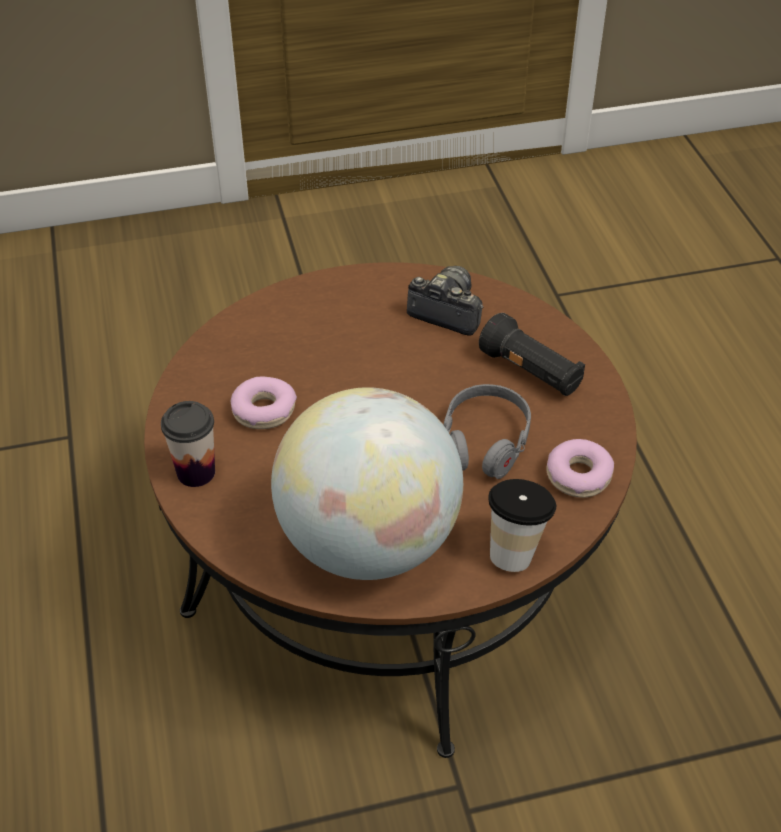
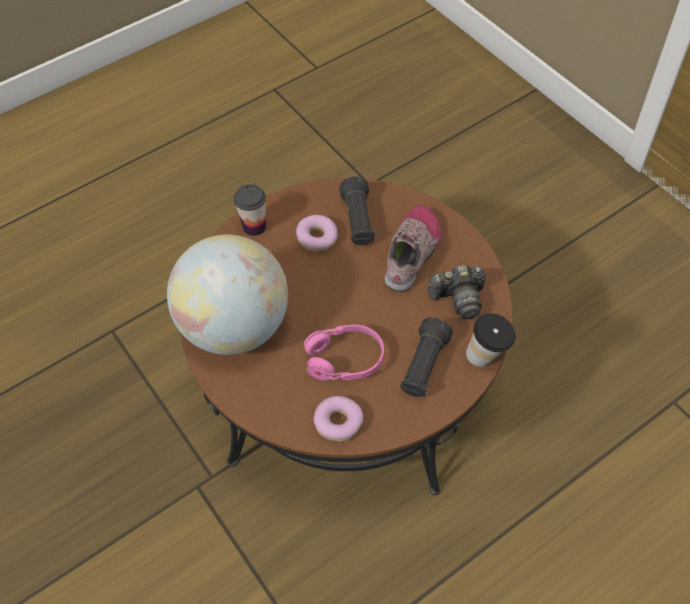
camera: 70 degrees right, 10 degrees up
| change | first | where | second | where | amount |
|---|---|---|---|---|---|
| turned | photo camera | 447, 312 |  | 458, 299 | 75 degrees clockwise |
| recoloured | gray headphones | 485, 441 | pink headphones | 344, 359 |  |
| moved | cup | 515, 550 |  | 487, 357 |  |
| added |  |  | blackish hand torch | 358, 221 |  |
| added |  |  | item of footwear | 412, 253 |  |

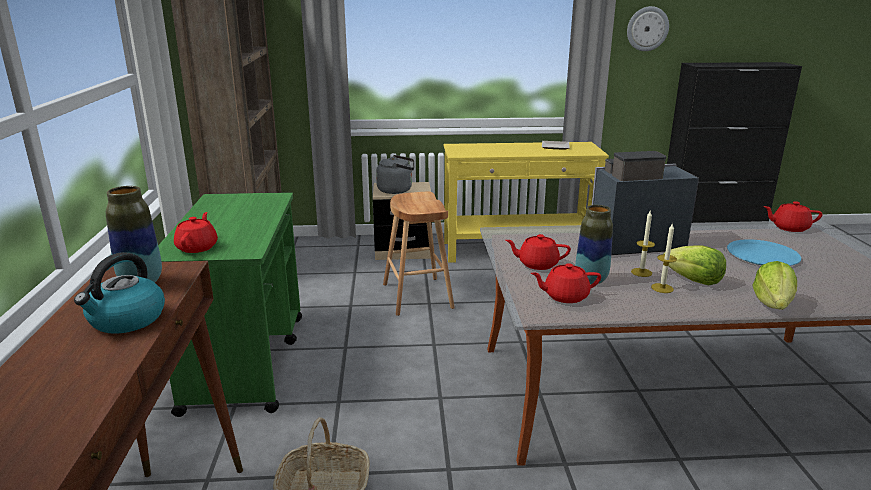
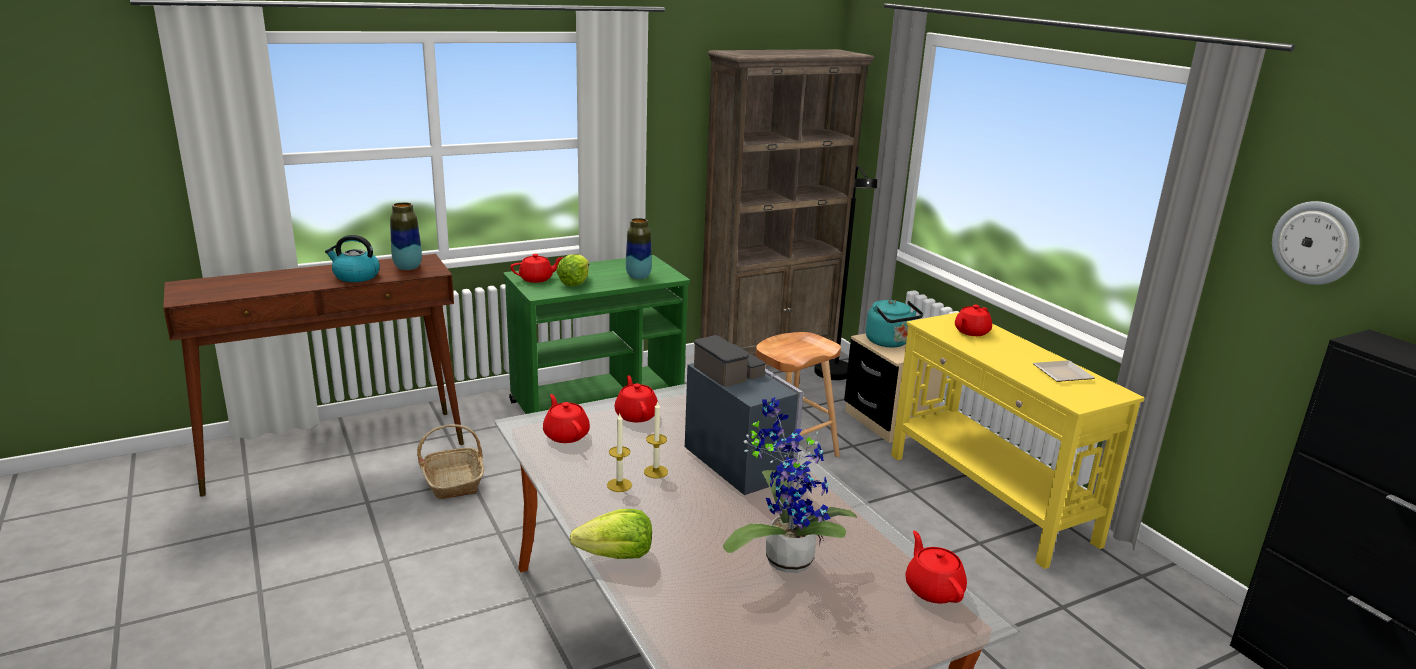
camera: 65 degrees right, 0 degrees up
| change | first | where | second | where | amount |
|---|---|---|---|---|---|
| recoloured | gray tea kettle | 397, 190 | blue-green tea kettle | 890, 342 |  |
| moved | decorative vase | 591, 280 |  | 638, 277 |  |
| replaced | bluish dinner plate | 762, 255 | plant in a pot | 784, 557 |  |
| moved | lettuce | 693, 280 |  | 574, 282 |  |
| added |  |  | blackish floor lamp | 836, 377 |  |
| added |  |  | reddish tea pot | 971, 332 |  |

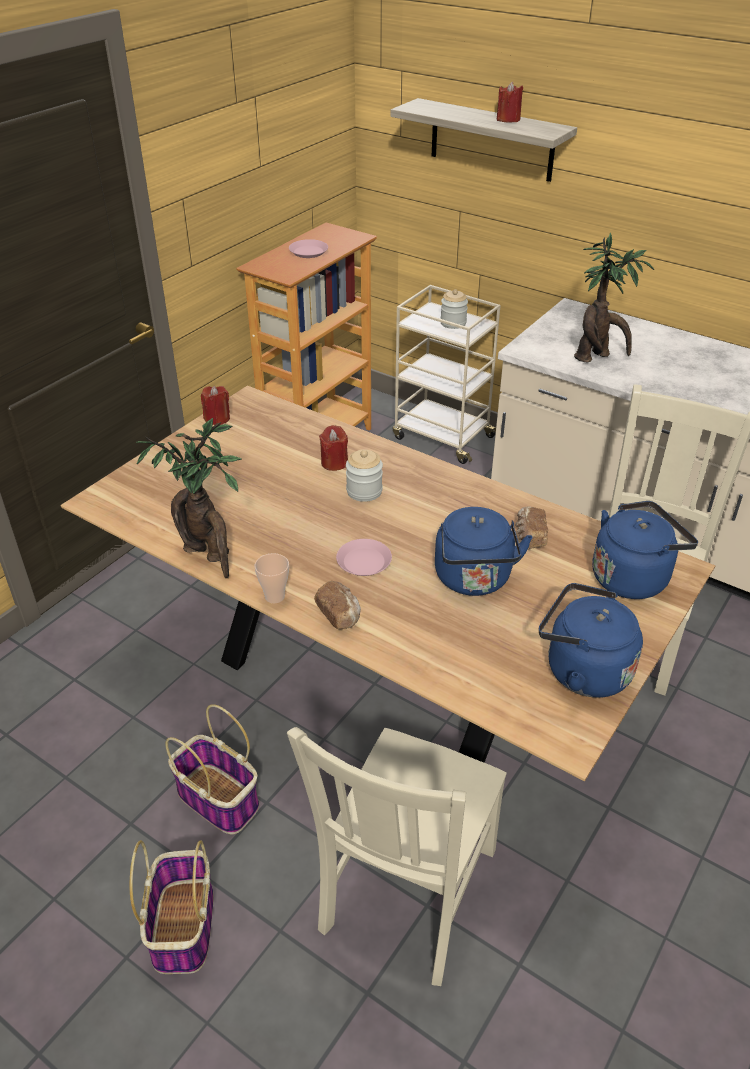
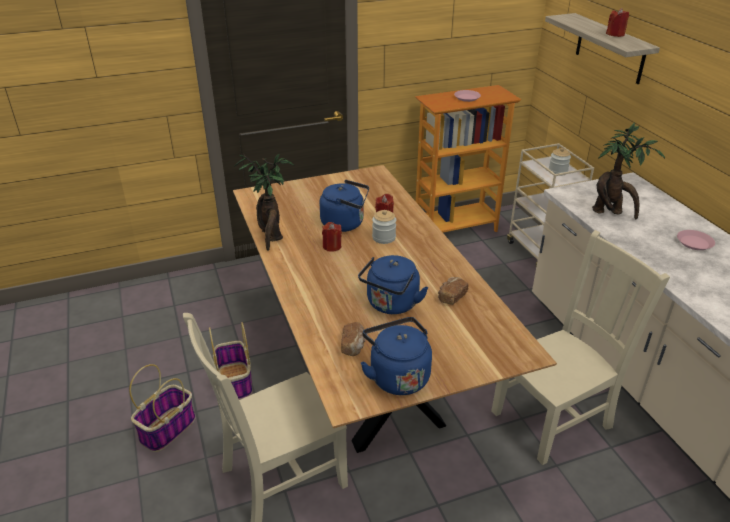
camera: 35 degrees right, 5 degrees down
| change | first | where | second | where | amount |
|---|---|---|---|---|---|
| moved | reddish candle | 217, 418 |  | 332, 246 |  |
| moved | bluish tea kettle | 632, 577 |  | 345, 223 |  |
| moved | pink dinner plate | 364, 562 |  | 694, 243 |  |
| removed | cup | 274, 597 |  |  |  |
| moved | baked bread | 339, 614 |  | 353, 345 |  |

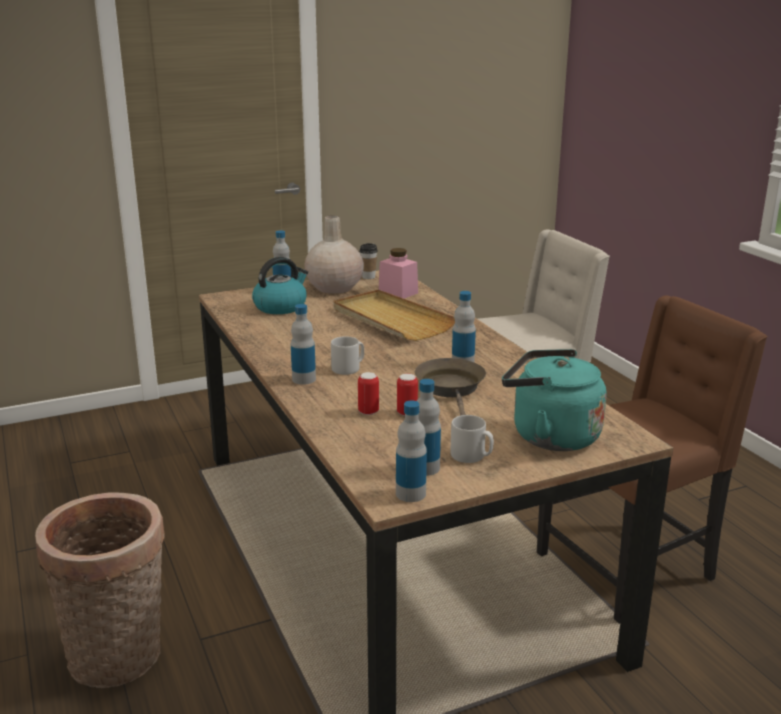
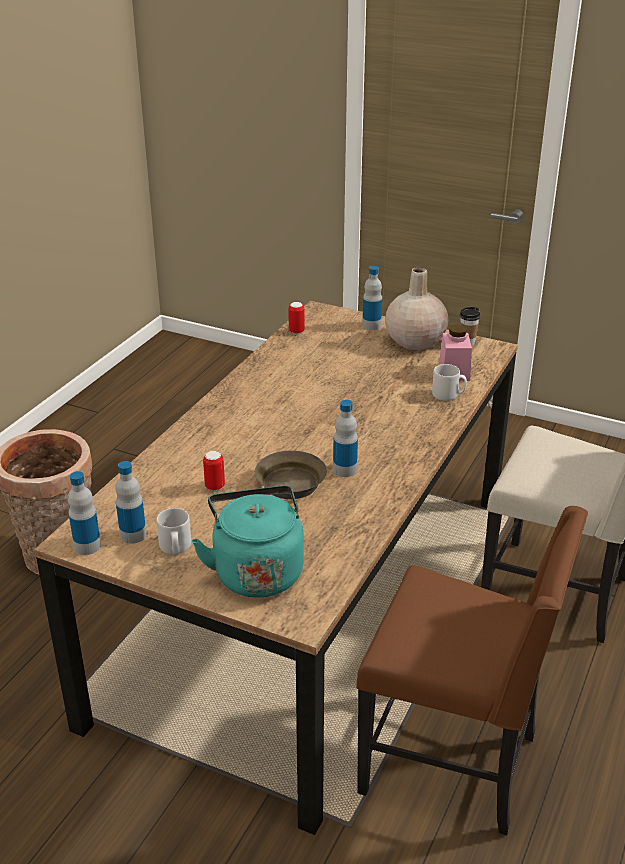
camera: 50 degrees right, 10 degrees up
| change | first | where | second | where | amount |
|---|---|---|---|---|---|
| removed | tea kettle | 281, 306 |  |  |  |
| removed | beige tray | 391, 319 |  |  |  |
| removed | bottle | 304, 379 |  |  |  |
| moved | gray tea mug | 348, 368 |  | 448, 395 |  |
| moved | sealed can | 368, 412 |  | 296, 331 |  |

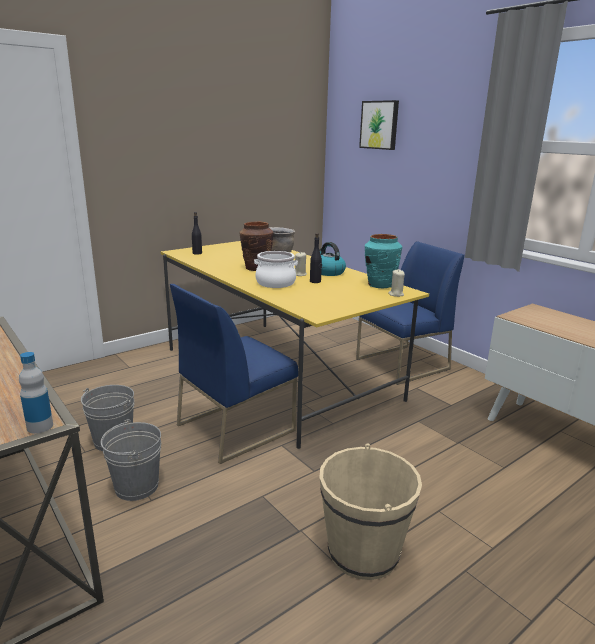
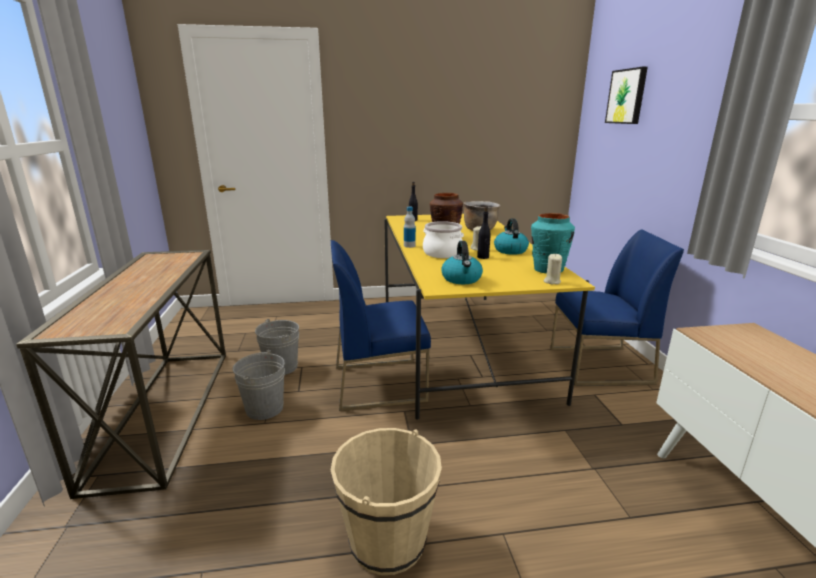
camera: 30 degrees right, 0 degrees up
| change | first | where | second | where | amount |
|---|---|---|---|---|---|
| moved | bottle | 40, 426 |  | 409, 246 |  |
| added |  |  | tea kettle | 462, 279 |  |

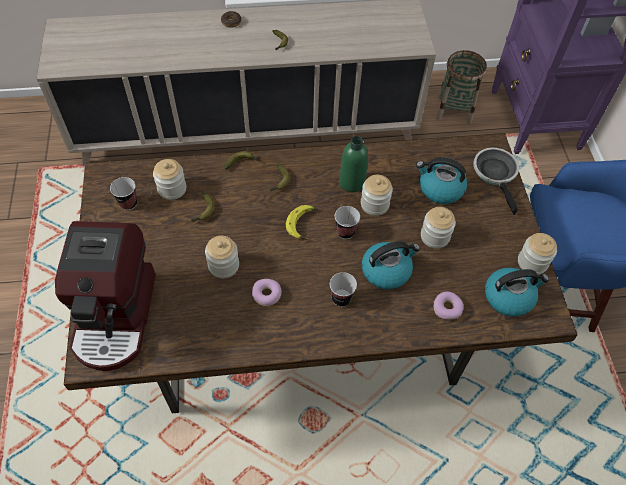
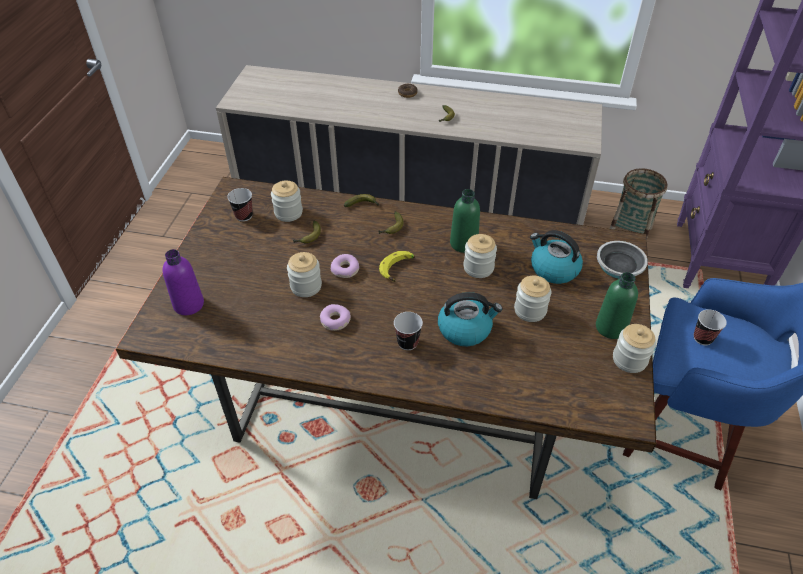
camera: 20 degrees right, 10 degrees down
| change | first | where | second | where | amount |
|---|---|---|---|---|---|
| moved | cup | 345, 232 |  | 702, 338 |  |
| replaced | coffee machine | 116, 316 | purple-coloured bottle | 188, 304 |  |
| removed | tea kettle | 509, 297 |  |  |  |
| moved | ring doughnut | 447, 308 |  | 345, 270 |  |
| added |  |  | green bottle | 611, 327 |  |

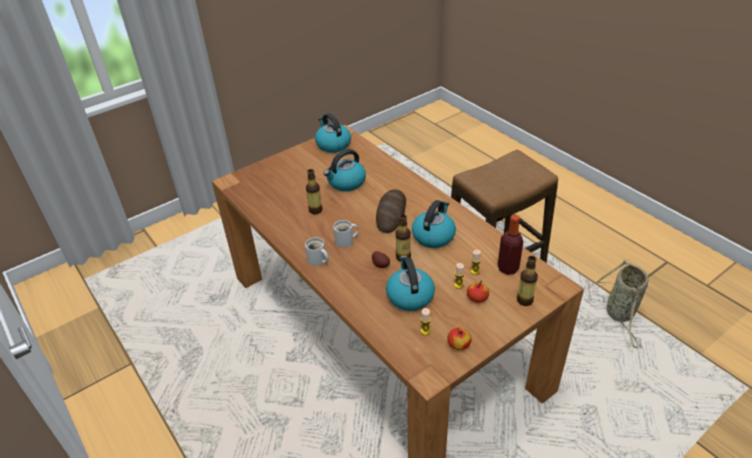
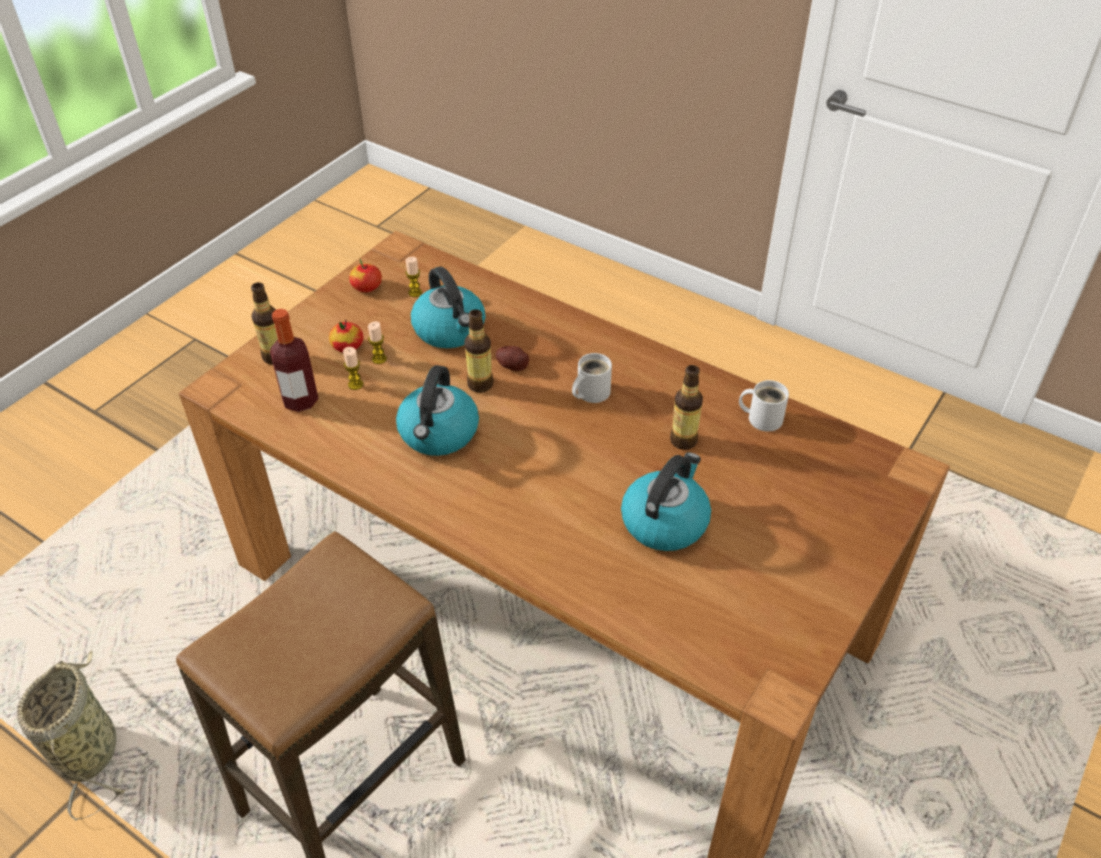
camera: 160 degrees right, 5 degrees up
| change | first | where | second | where | amount |
|---|---|---|---|---|---|
| removed | tea kettle | 333, 144 |  |  |  |
| removed | baked bread | 391, 213 |  |  |  |
| moved | white tea mug | 317, 260 |  | 762, 417 |  |

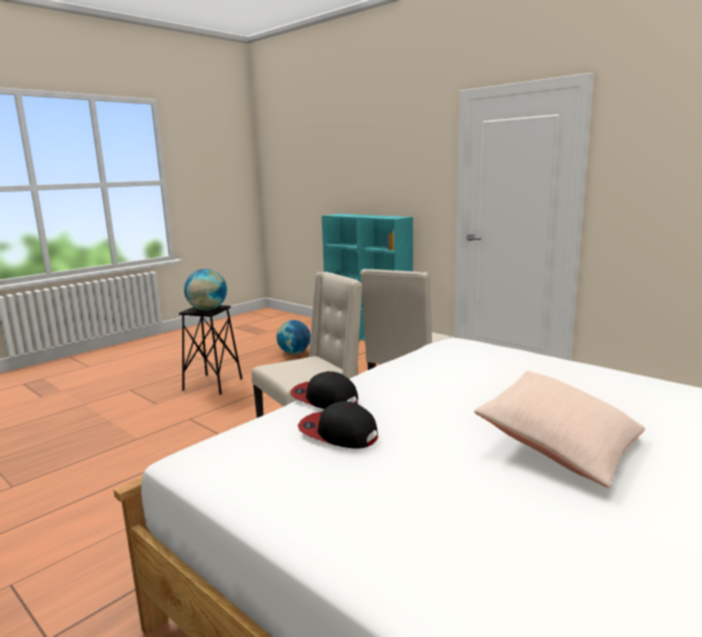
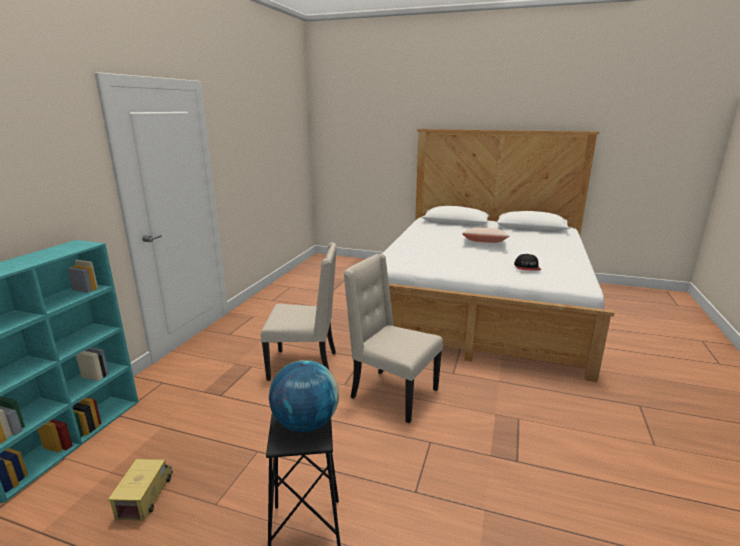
camera: 115 degrees left, 5 degrees up
| change | first | where | second | where | amount |
|---|---|---|---|---|---|
| replaced | globe | 294, 353 | toy truck | 145, 496 |  |
| removed | peaked cap | 324, 399 |  |  |  |

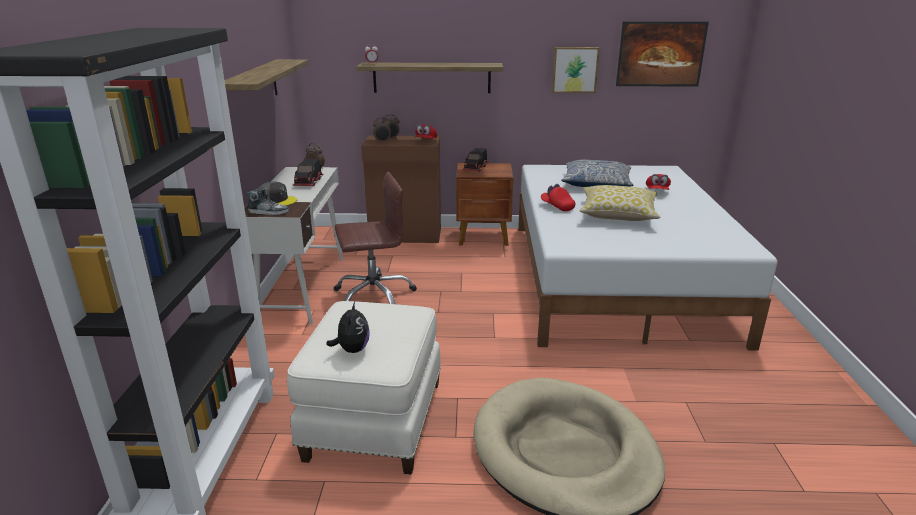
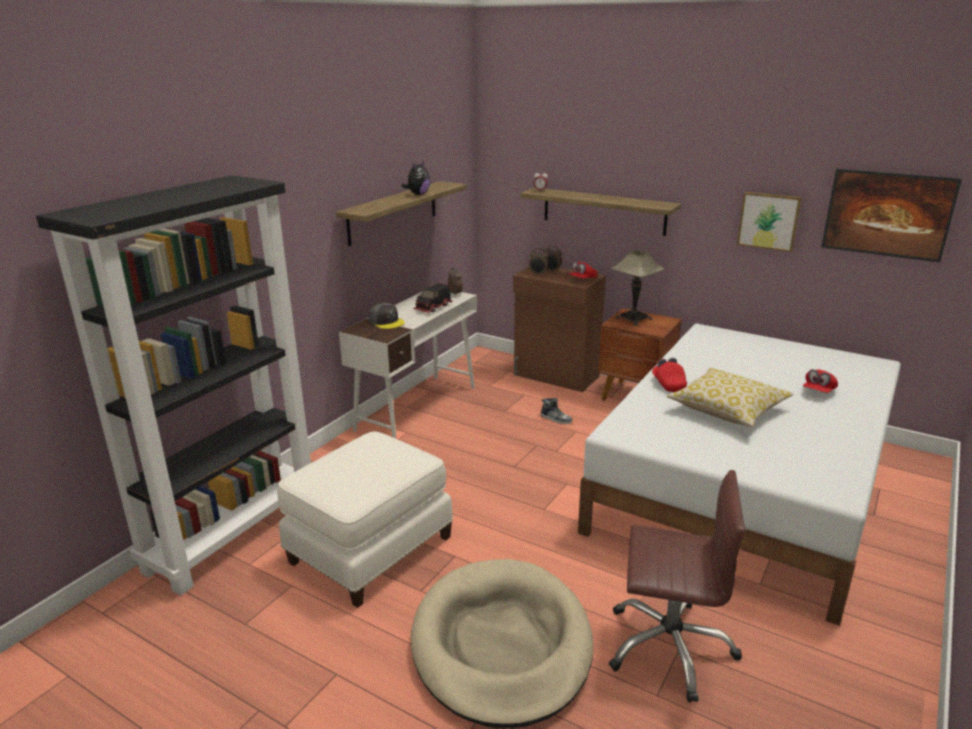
camera: 30 degrees right, 0 degrees up
| change | first | where | second | where | amount |
|---|---|---|---|---|---|
| replaced | toy truck | 476, 168 | tabletop lamp | 633, 318 |  |
| removed | cushion | 596, 184 |  |  |  |
| moved | brown office chair | 374, 295 |  | 669, 646 |  |
| moved | item of footwear | 268, 212 |  | 556, 419 |  |
| moved | soft toy | 352, 349 |  | 418, 194 |  |

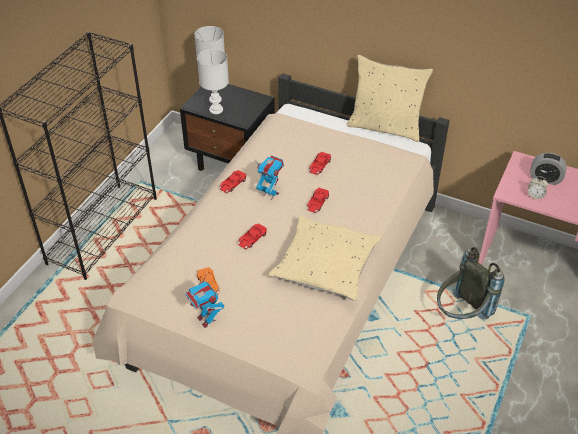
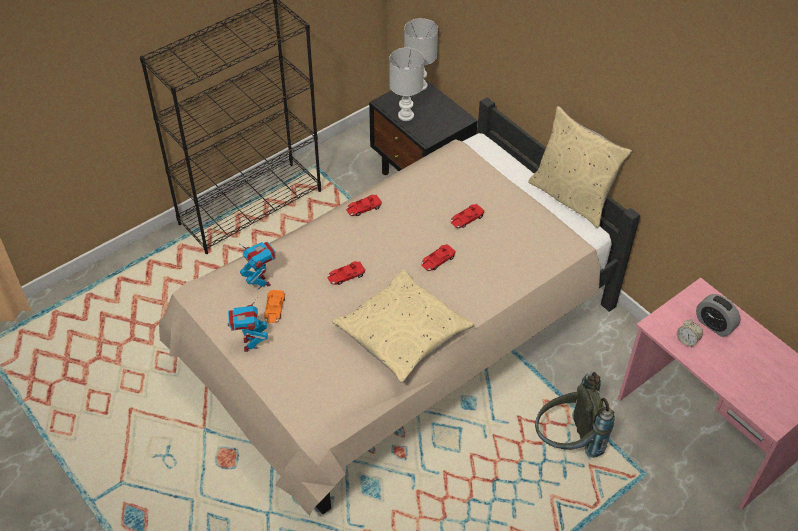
camera: 25 degrees right, 5 degrees up
| change | first | where | second | where | amount |
|---|---|---|---|---|---|
| moved | toy robot | 270, 194 |  | 261, 282 |  |

